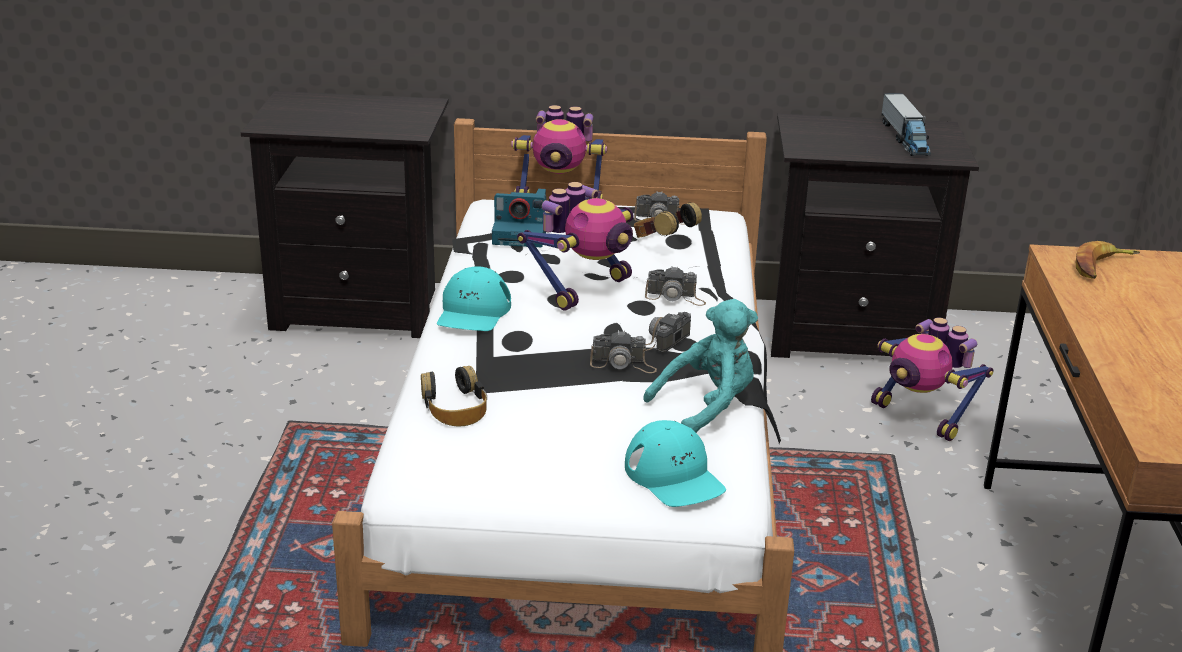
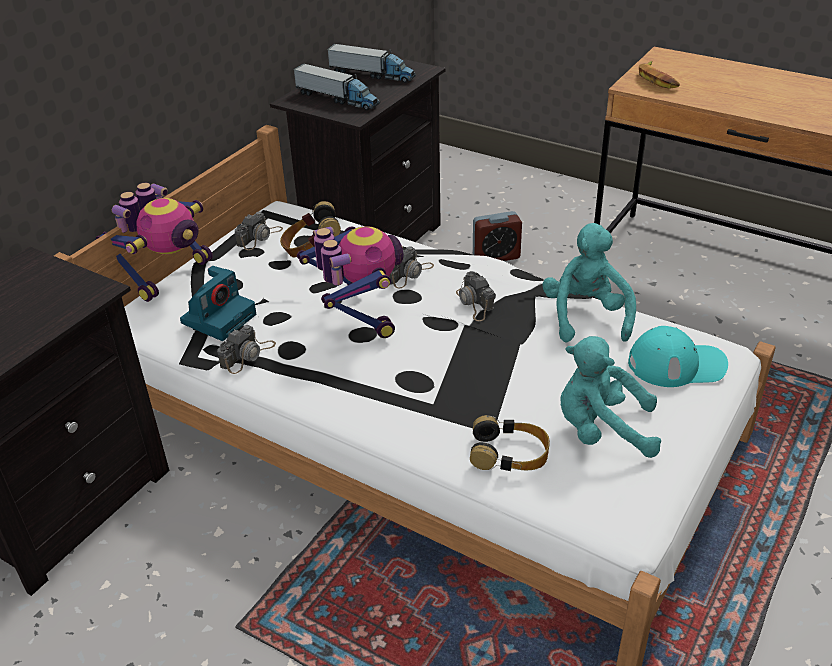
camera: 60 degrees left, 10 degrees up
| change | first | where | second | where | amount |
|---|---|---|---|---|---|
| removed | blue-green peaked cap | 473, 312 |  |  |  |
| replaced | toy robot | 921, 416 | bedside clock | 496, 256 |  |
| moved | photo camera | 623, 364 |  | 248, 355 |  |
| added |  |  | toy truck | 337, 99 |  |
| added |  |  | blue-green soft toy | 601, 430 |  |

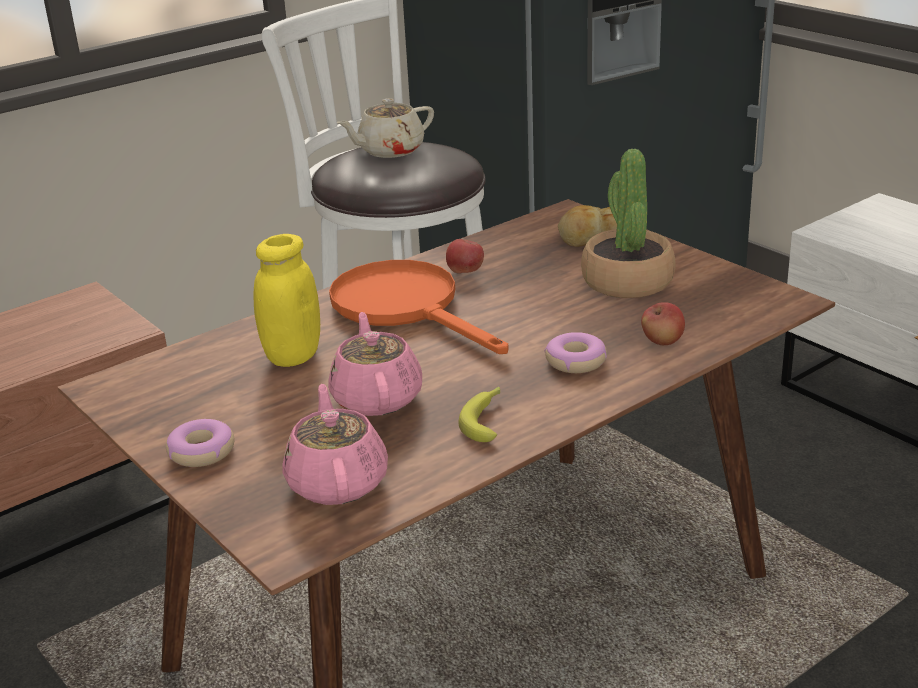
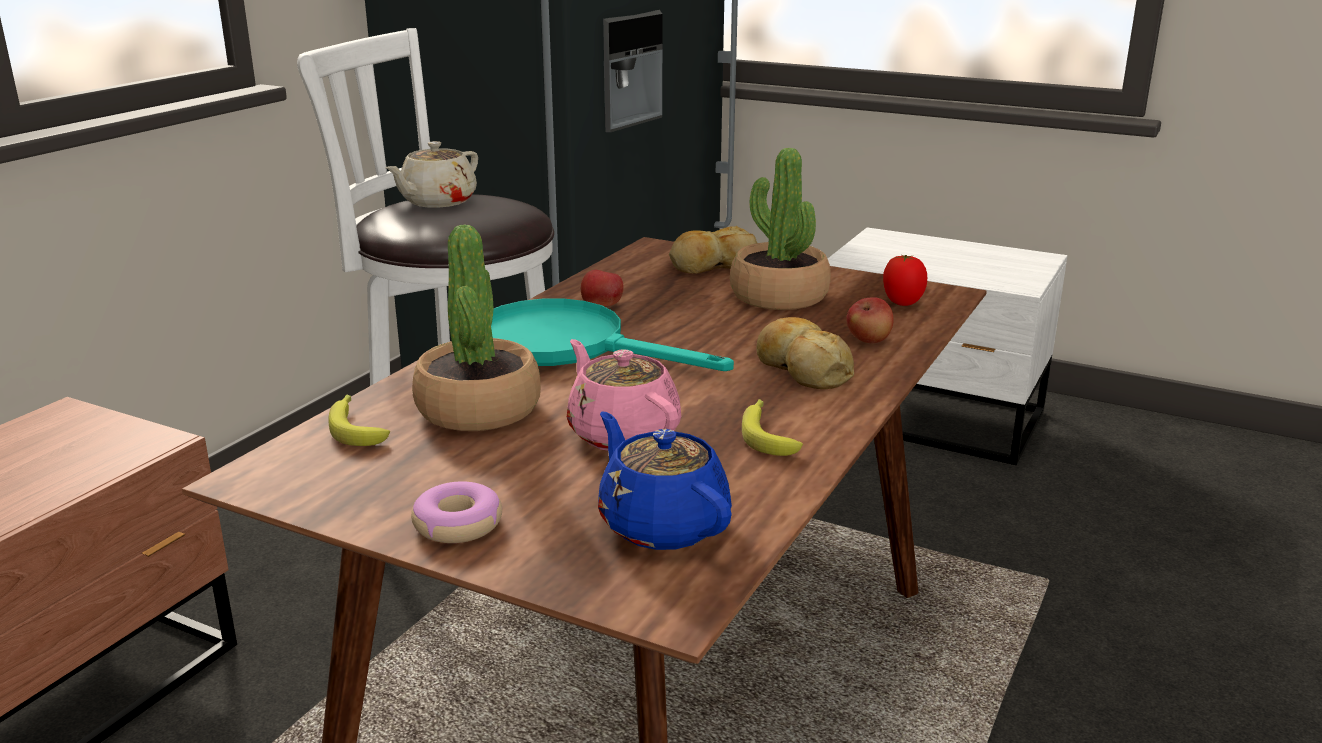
camera: 25 degrees left, 5 degrees down
| change | first | where | second | where | amount |
|---|---|---|---|---|---|
| replaced | yellow jar | 292, 356 | plant in a pot | 479, 409 |  |
| recoloured | orange frying pan | 406, 307 | blue-green frying pan | 569, 346 |  |
| replaced | ring doughnut | 575, 361 | baked bread | 803, 369 |  |
| recoloured | pink tea pot | 337, 482 | bluish tea pot | 662, 524 |  |
| added |  |  | whole tomato | 902, 304 |  |
| added |  |  | banana | 357, 427 |  |

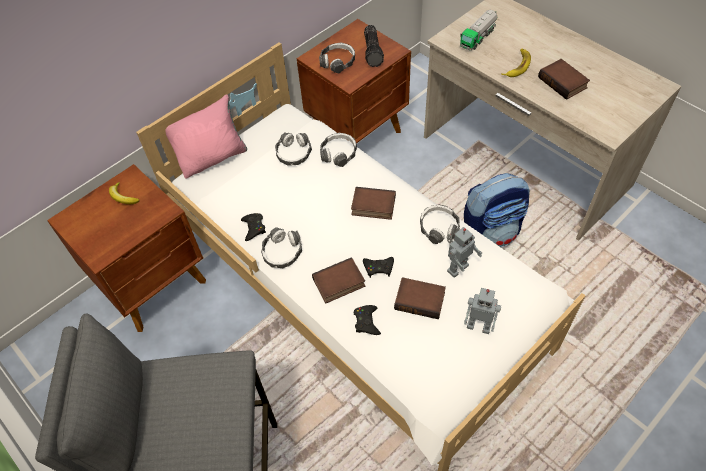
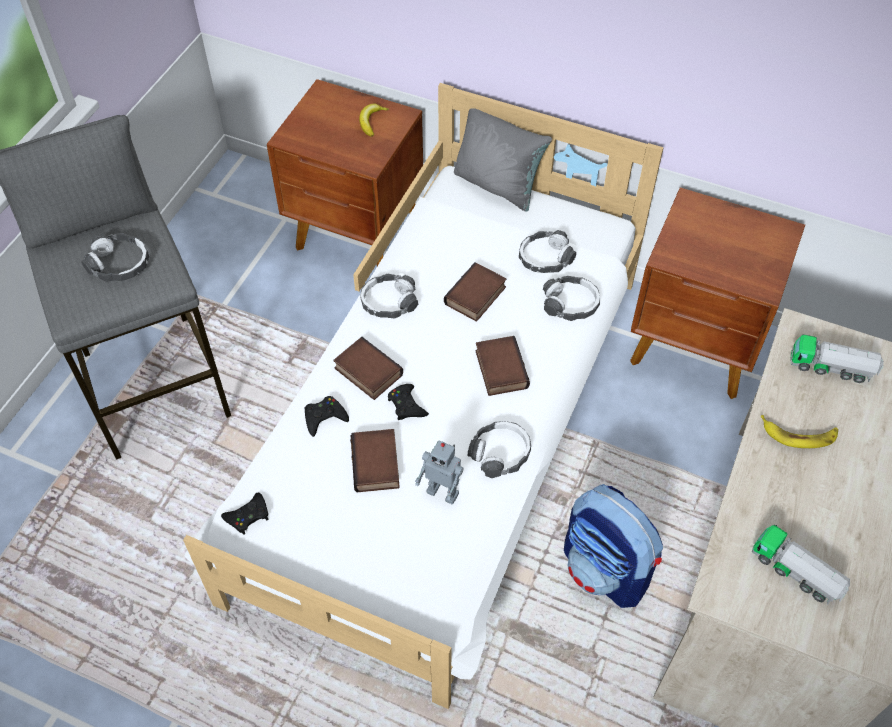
camera: 65 degrees right, 0 degrees up
| change | first | where | second | where | amount |
|---|---|---|---|---|---|
| removed | hand torch | 373, 51 |  |  |  |
| moved | headphones | 337, 62 |  | 119, 264 |  |
| moved | bound book | 564, 82 |  | 476, 297 |  |
| recoloured | pink cushion | 213, 158 | gray cushion | 498, 185 |  |
| moved | blackish gamepad | 254, 228 |  | 248, 516 |  |
| removed | toy robot | 479, 325 |  |  |  |
| added |  |  | toy truck | 796, 573 |  |

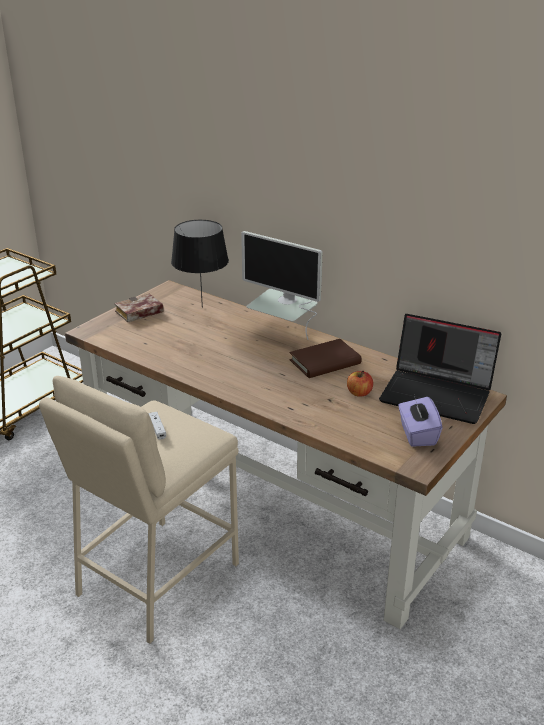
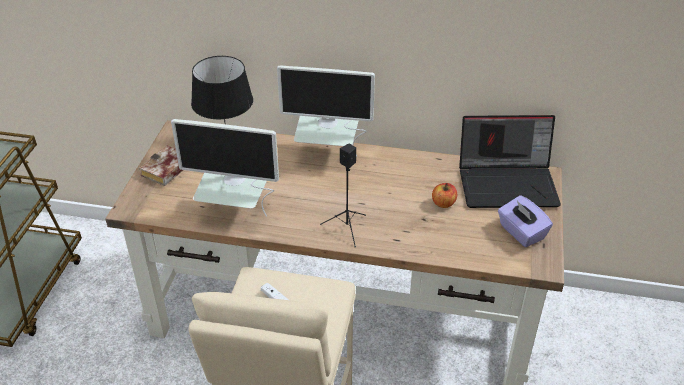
camera: 25 degrees left, 10 degrees up
| change | first | where | second | where | amount |
|---|---|---|---|---|---|
| removed | brown bound book | 325, 362 |  |  |  |
| added |  |  | computer screen | 235, 212 |  |
| added |  |  | blackish audio speaker | 347, 228 |  |

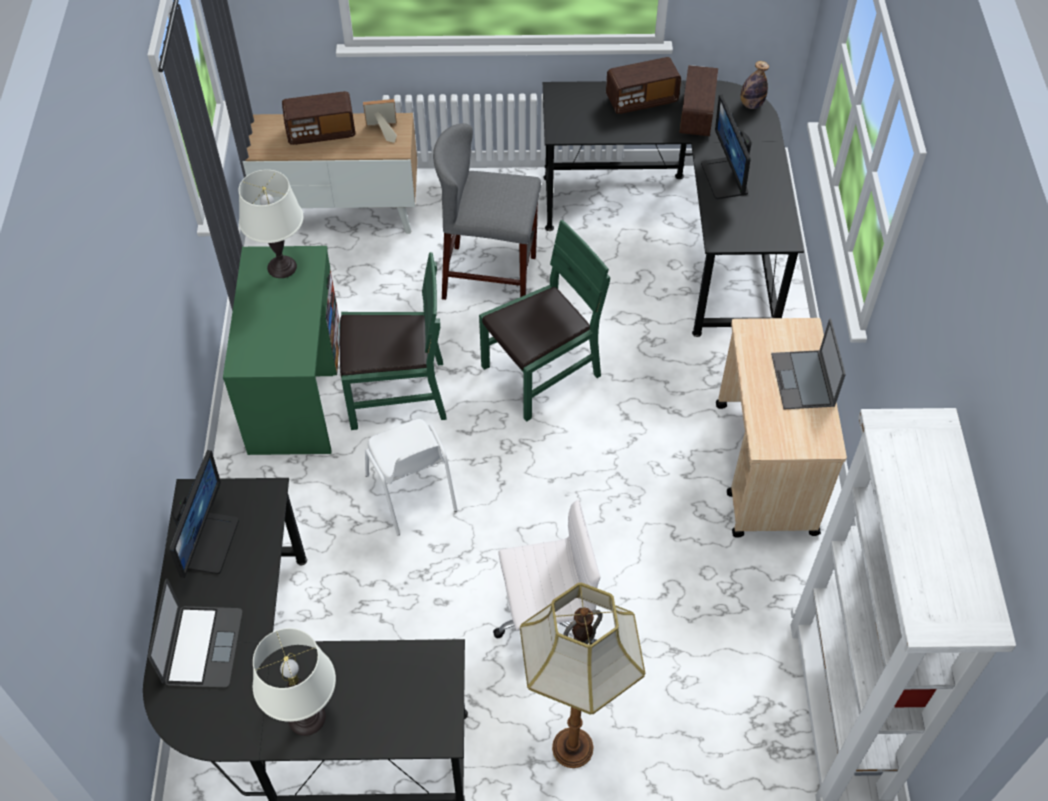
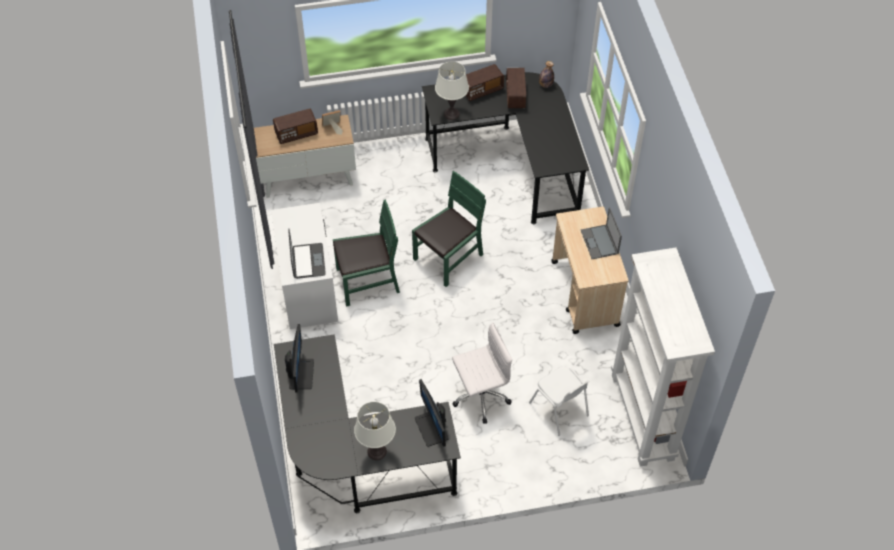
camera: 10 degrees left, 0 degrees up
| change | first | where | second | where | amount |
|---|---|---|---|---|---|
| moved | computer screen | 725, 178 |  | 432, 428 |  |
| removed | gray stool seat | 490, 277 |  |  |  |
| moved | white tabletop lamp | 282, 267 |  | 451, 114 |  |
| recoloured | green desk table | 295, 389 | white desk table | 308, 287 |  |
| moved | white plain chair | 412, 494 |  | 559, 409 |  |
| moved | notebook computer | 202, 646 |  | 308, 261 |  |
| removed | floor lamp | 574, 749 |  |  |  |

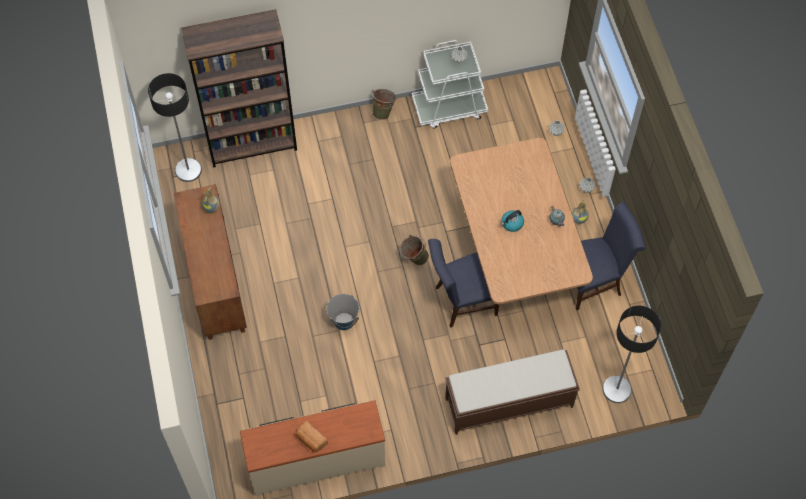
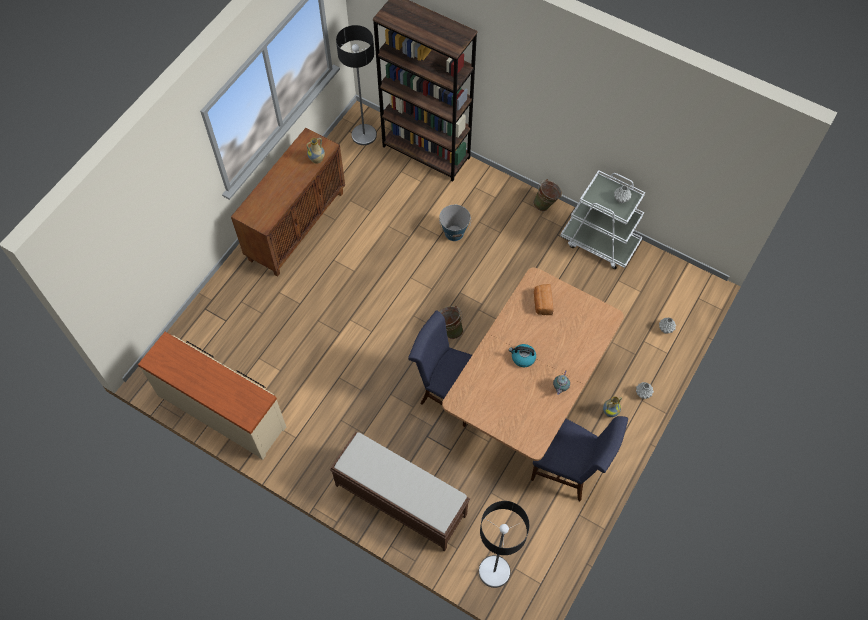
camera: 45 degrees right, 0 degrees up
| change | first | where | second | where | amount |
|---|---|---|---|---|---|
| moved | bucket | 344, 321 |  | 454, 233 |  |
| moved | baked bread | 311, 440 |  | 542, 303 |  |

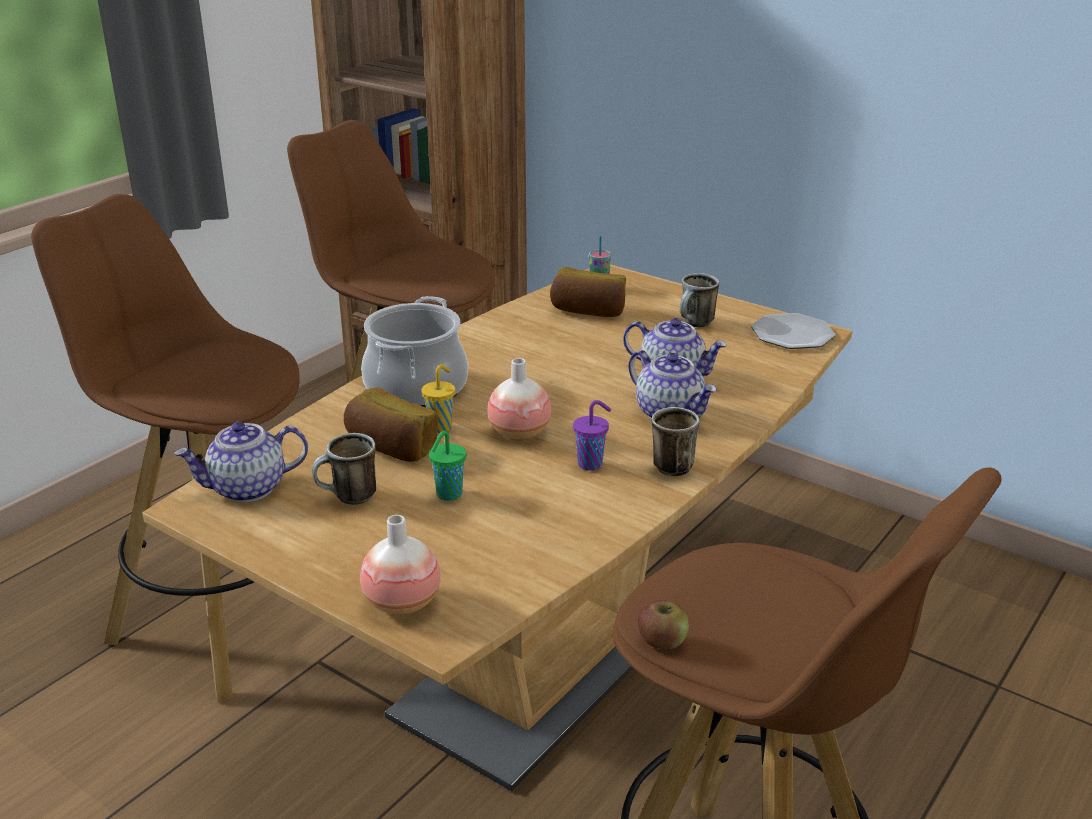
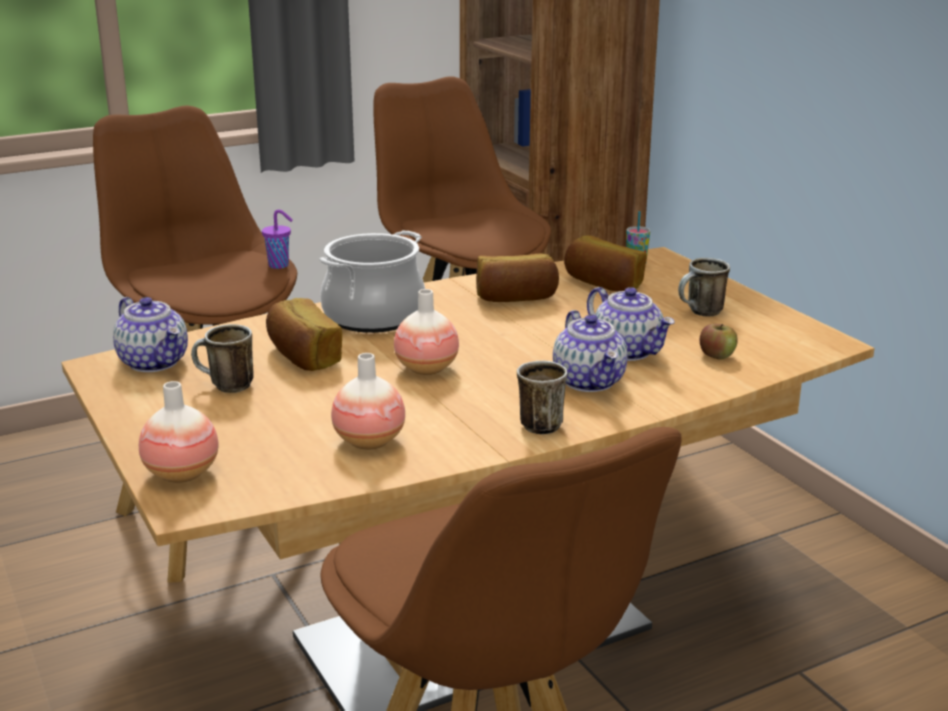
camera: 25 degrees right, 5 degrees down
| change | first | where | second | where | amount |
|---|---|---|---|---|---|
| removed | dinner plate | 793, 334 |  |  |  |
| removed | yellow cup | 441, 427 |  |  |  |
| moved | purple-coloured cup | 591, 464 |  | 280, 265 |  |
| turned | tea pot | 247, 489 |  | 155, 362 | 135 degrees counterclockwise |
| removed | green cup | 448, 495 |  |  |  |
| moved | apple fruit | 662, 641 |  | 717, 355 |  |
| added |  |  | baked bread | 516, 298 |  |
| added |  |  | decorative vase | 369, 441 |  |

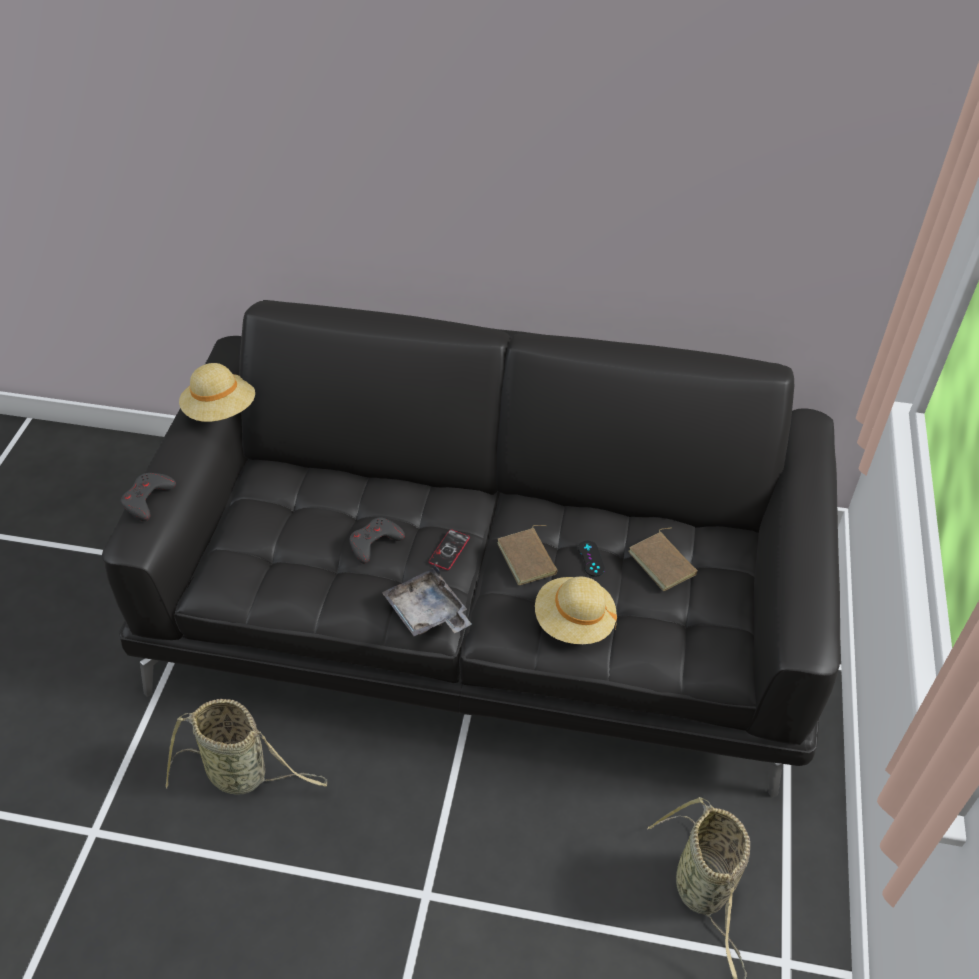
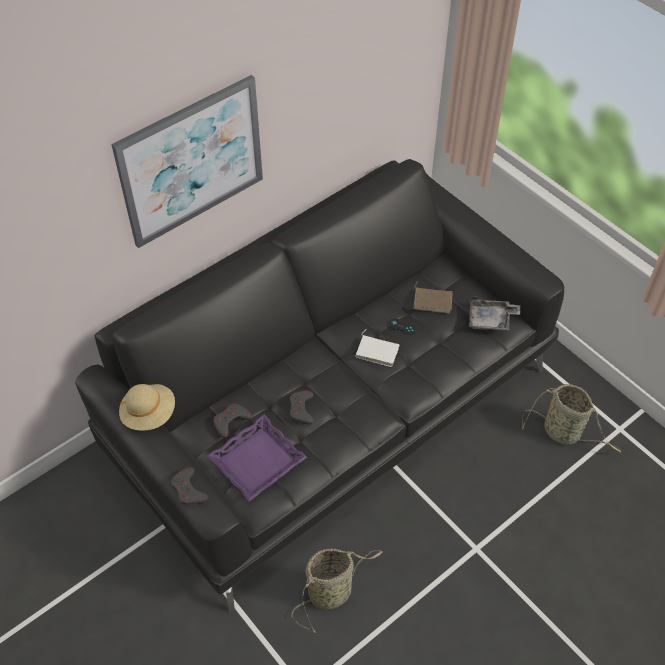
camera: 50 degrees left, 5 degrees up
| change | first | where | second | where | amount |
|---|---|---|---|---|---|
| recoloured | brown bound book | 529, 558 | white bound book | 377, 351 |  |
| removed | handset | 449, 550 |  |  |  |
| moved | gray tray | 427, 613 |  | 490, 320 |  |
| removed | beige wearable hat | 574, 622 |  |  |  |
| added |  |  | picture | 191, 161 |  |
| added |  |  | gray gamepad | 230, 421 |  |
| added |  |  | purple-coloured tray | 257, 460 |  |

